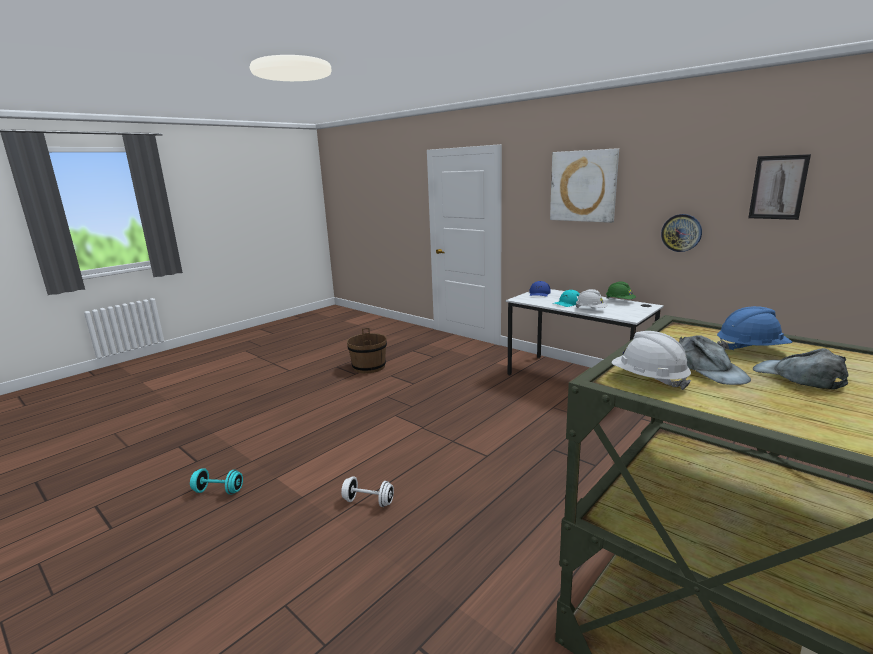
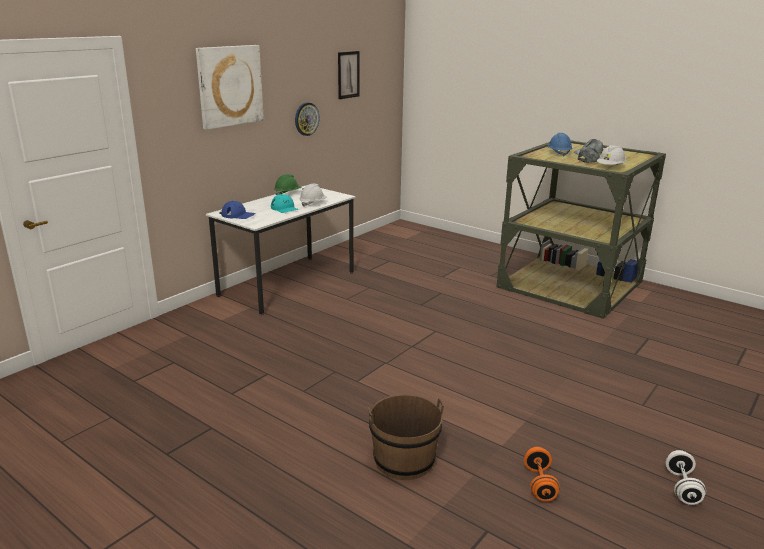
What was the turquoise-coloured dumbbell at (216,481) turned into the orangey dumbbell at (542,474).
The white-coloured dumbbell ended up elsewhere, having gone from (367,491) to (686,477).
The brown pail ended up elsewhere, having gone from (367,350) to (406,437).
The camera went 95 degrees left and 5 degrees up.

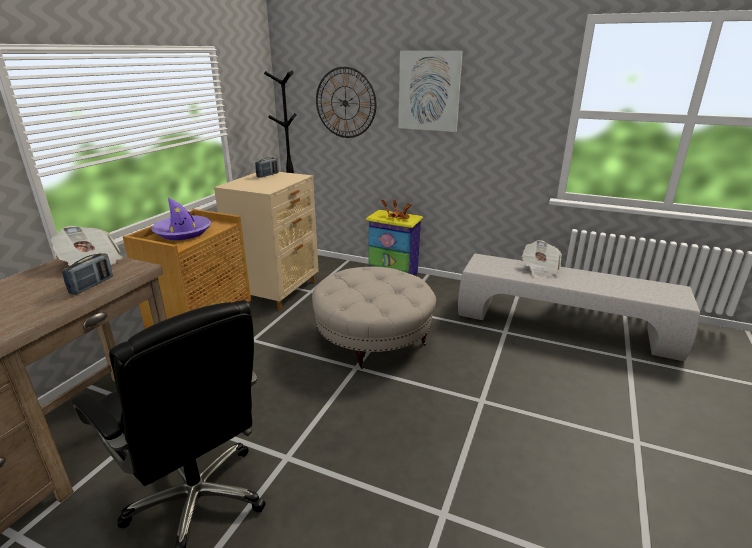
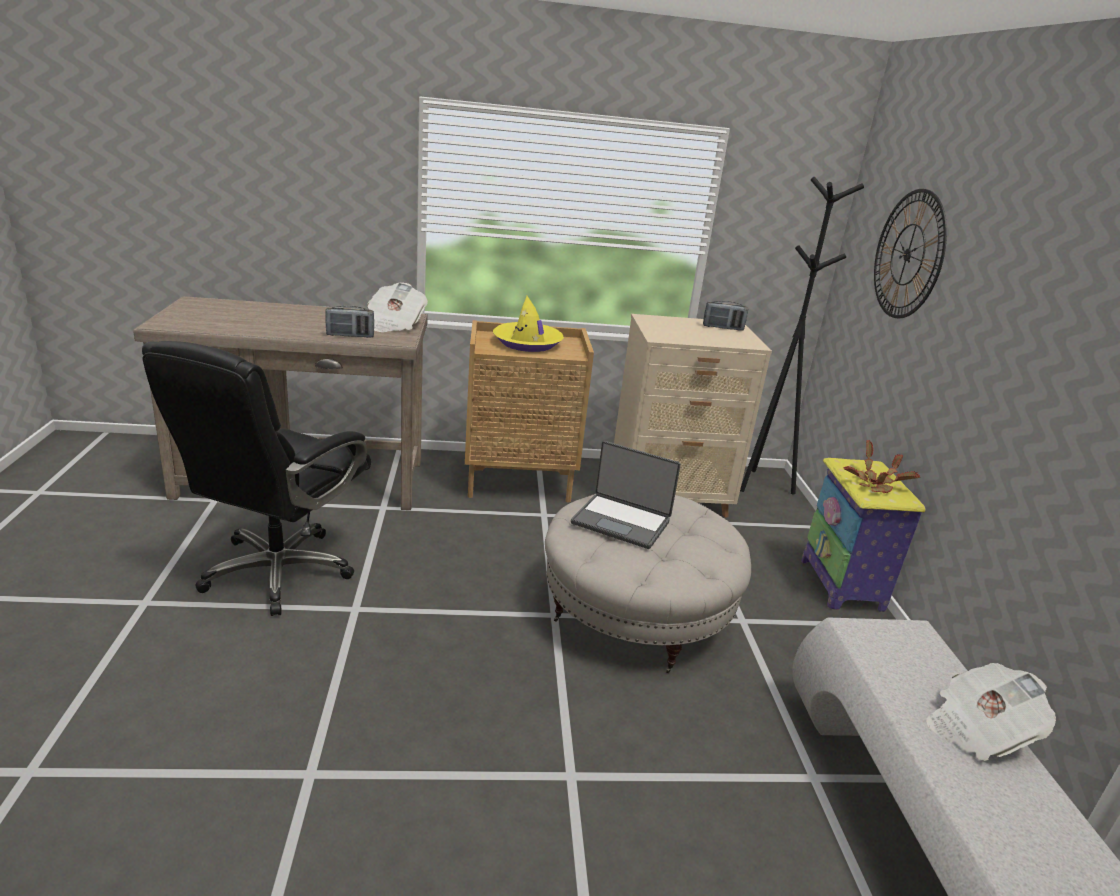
What was the purple hat at (181,218) turned into the yellowish hat at (528,324).
The second view lost the wall picture at (430,91).
The second view gained the notebook computer at (626,495).
The camera went 60 degrees right and 0 degrees up.

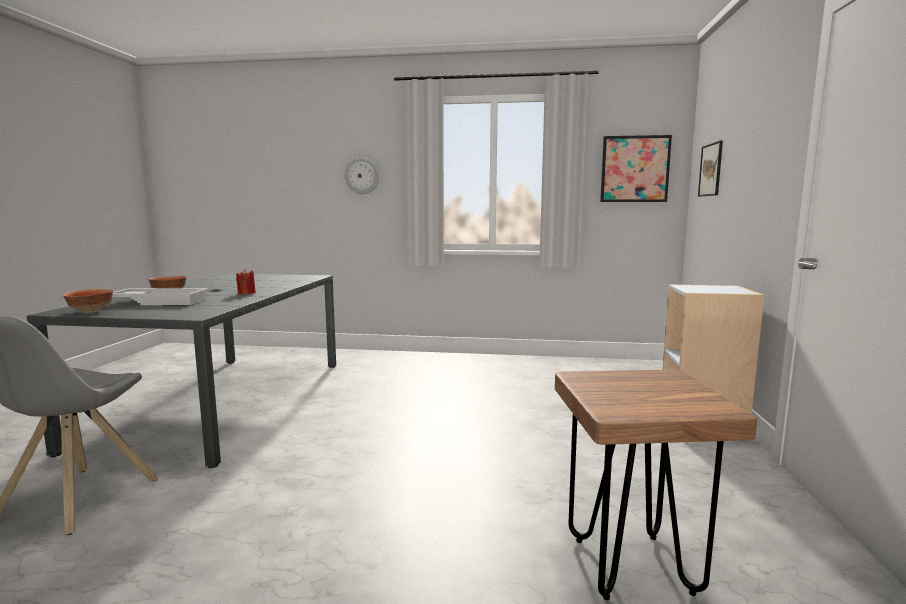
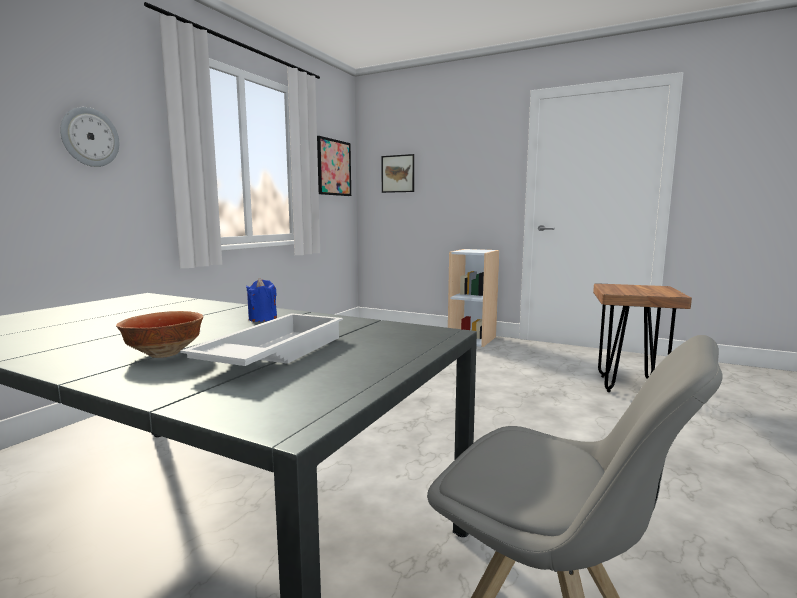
The second view lost the bowl at (87,301).
What was the red-coloured candle at (246,282) turned into the blue-coloured candle at (261,300).
The camera went 70 degrees left and 0 degrees up.

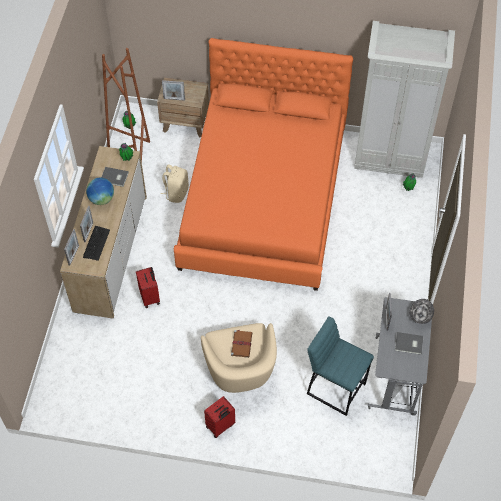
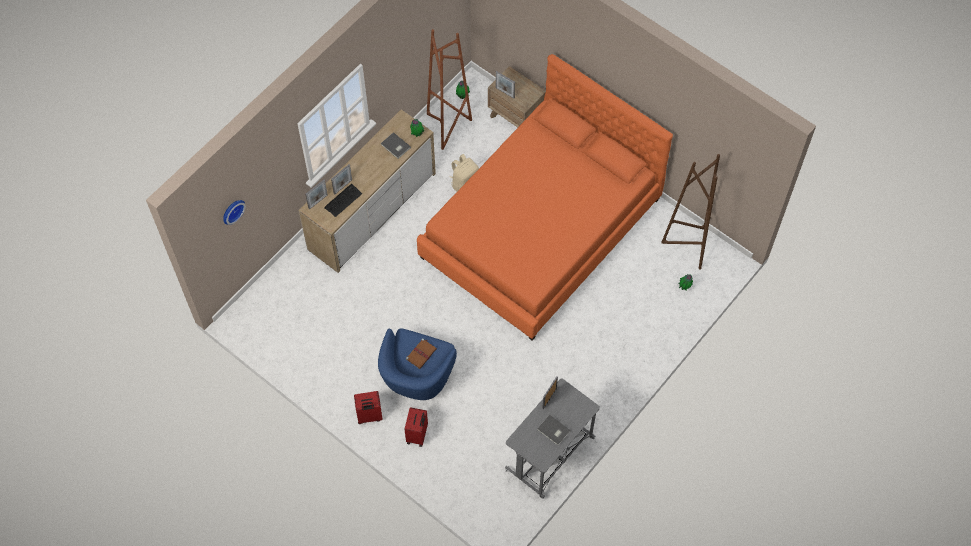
The second view lost the desk globe at (100,191).
The red-coloured piece of luggage ended up elsewhere, having gone from (148,287) to (416,427).
What was the beige armchair at (239,358) turned into the blue-coloured armchair at (417,364).
The second view lost the turquoise-coloured stool at (340,366).
Where the white-coloured clothes cupboard stood at (404,99), the brown garment stand came to stand at (690,212).
The second view lost the bowl at (421,311).
The second view gained the wall clock at (235,212).
The camera went 30 degrees right and 5 degrees up.

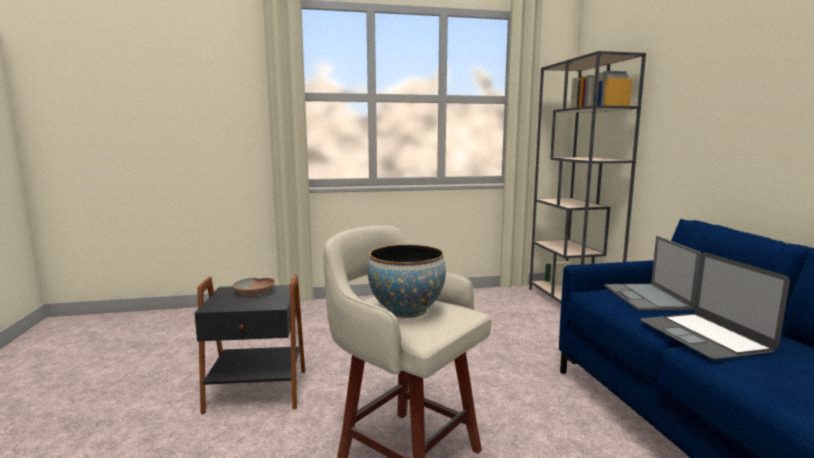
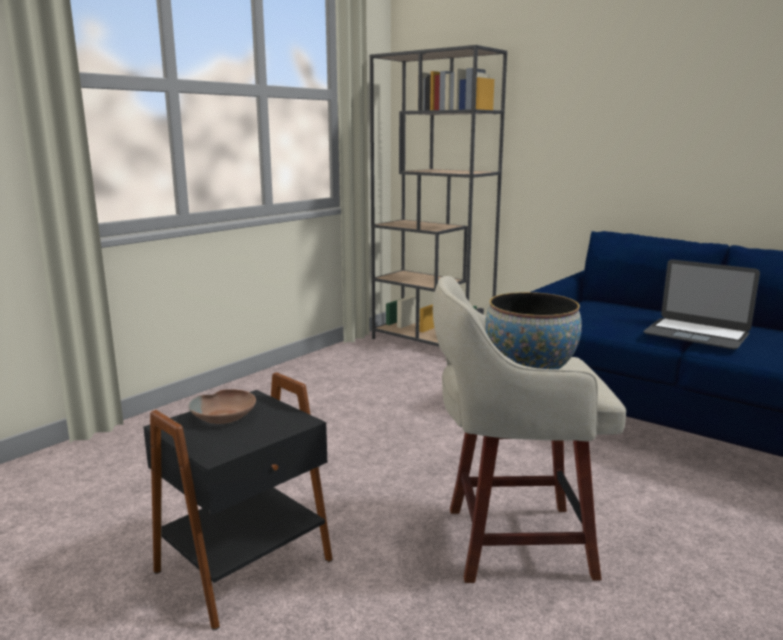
The second view lost the notebook computer at (652,273).
The camera went 40 degrees left and 5 degrees up.

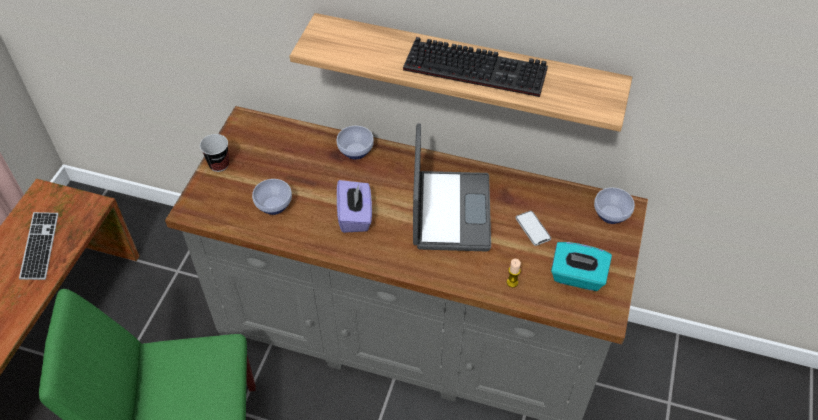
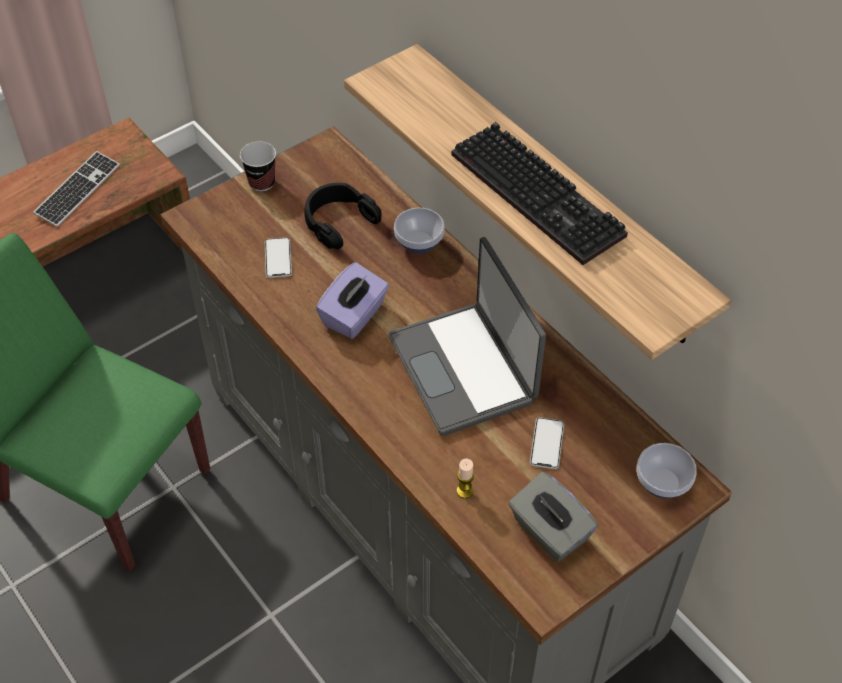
Where the bowl stood at (272,197), the handset came to stand at (278,257).
The notebook computer at (452,187) ended up facing another way, 120 degrees clockwise from before.
What was the turquoise-coloured tissue box at (581,266) turned into the gray tissue box at (553,517).
The second view gained the black-coloured pair of headphones at (343,216).
The camera went 35 degrees right and 0 degrees up.

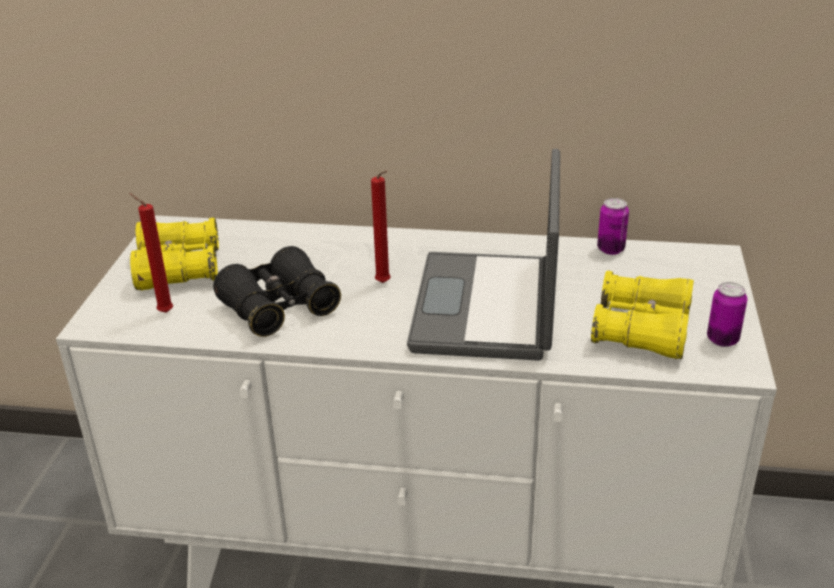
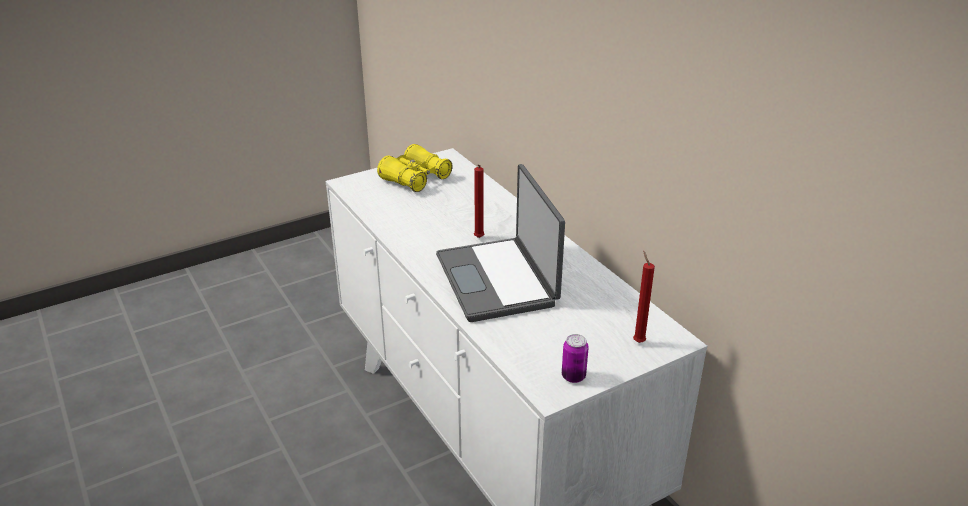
The red-coloured candle ended up elsewhere, having gone from (151,253) to (644,297).
The second view lost the black-coloured binoculars at (277,291).
The notebook computer at (483,254) ended up facing another way, 75 degrees counterclockwise from before.
The second view lost the yellowish binoculars at (642,315).
The second view lost the sealed can at (613,226).
The camera went 50 degrees right and 0 degrees up.

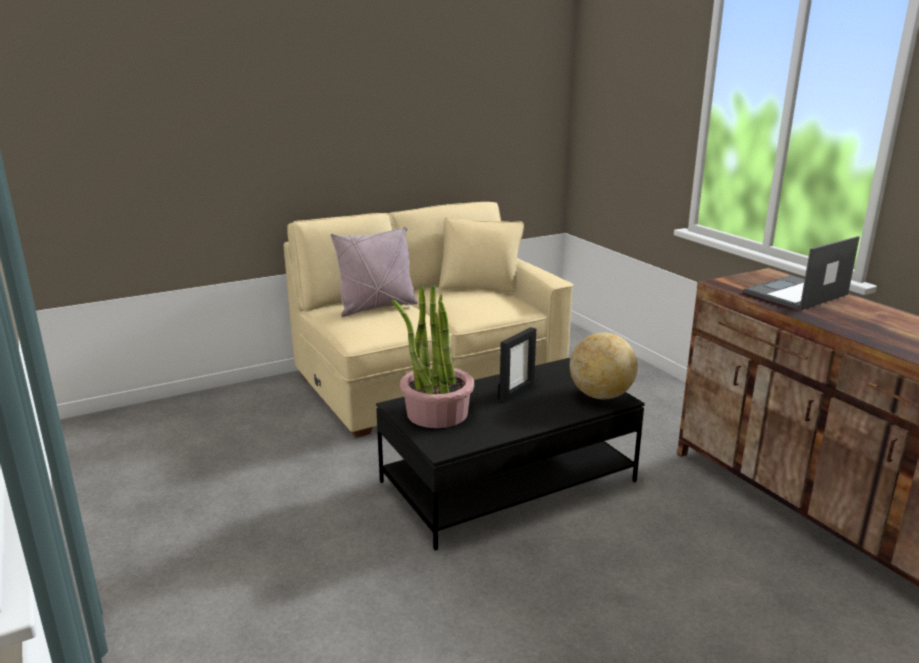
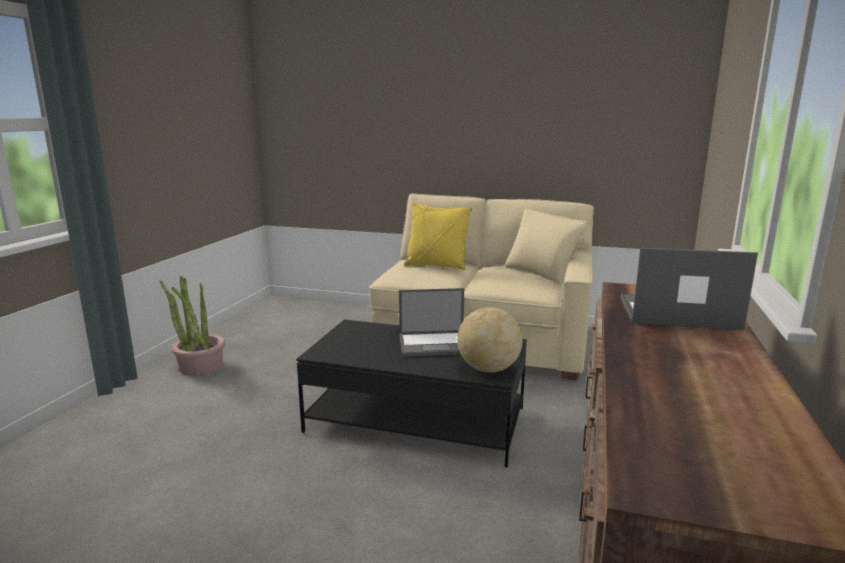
What was the purple cushion at (374,272) turned into the yellowish cushion at (438,236).
The houseplant ended up elsewhere, having gone from (433,356) to (192,325).
Where the picture frame stood at (516,364), the notebook computer came to stand at (431,322).
The camera went 45 degrees right and 5 degrees down.

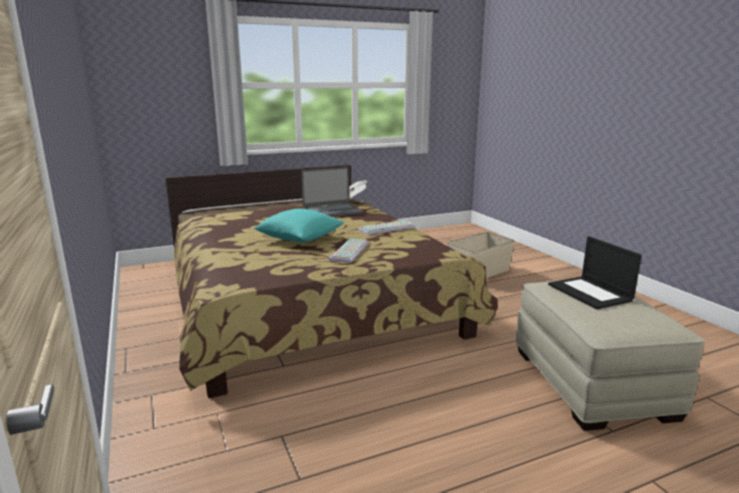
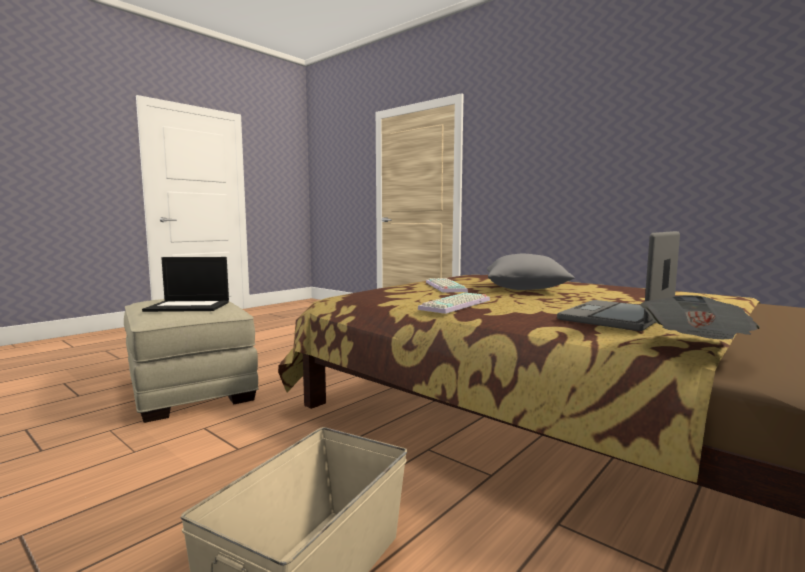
What was the turquoise-coloured cushion at (299,225) turned into the gray cushion at (531,272).
The notebook computer at (595,272) ended up facing another way, 135 degrees clockwise from before.
The camera went 155 degrees right and 10 degrees down.

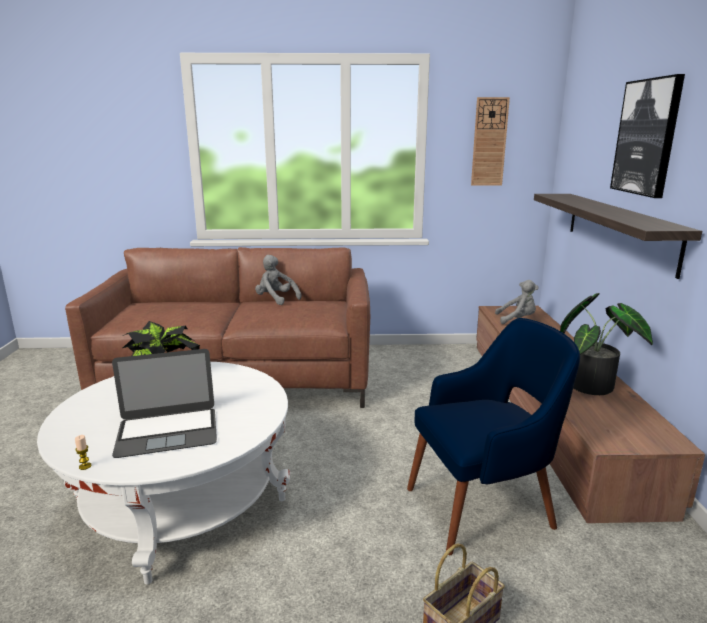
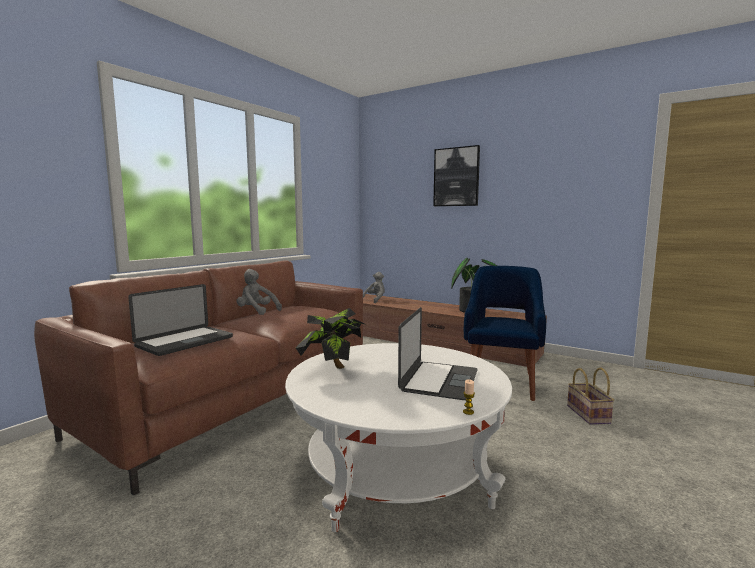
The gray soft toy at (278,280) ended up facing another way, 45 degrees clockwise from before.
The second view lost the wall clock at (490,141).
The second view lost the wall shelf at (618,236).
The second view gained the notebook computer at (180,320).
The camera went 55 degrees left and 10 degrees down.

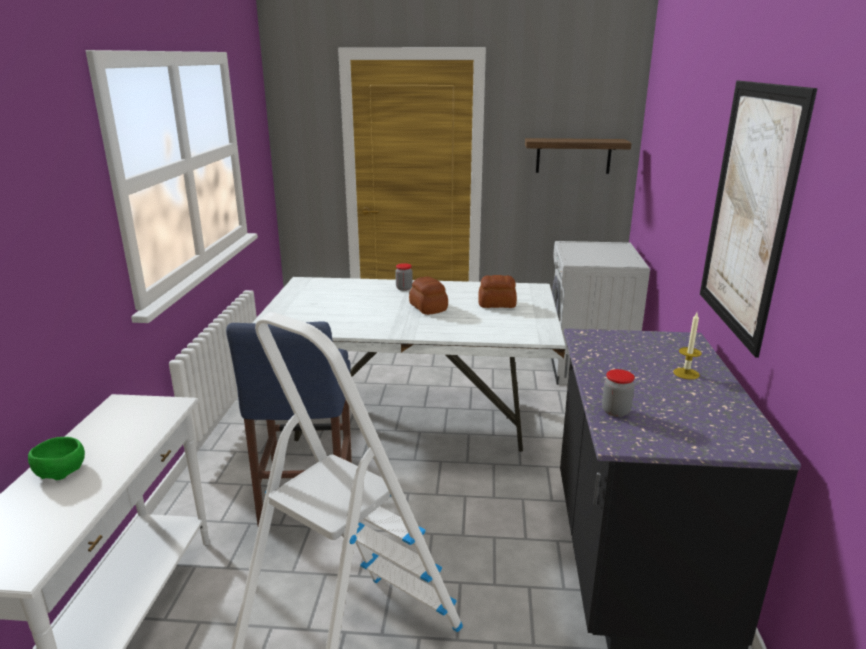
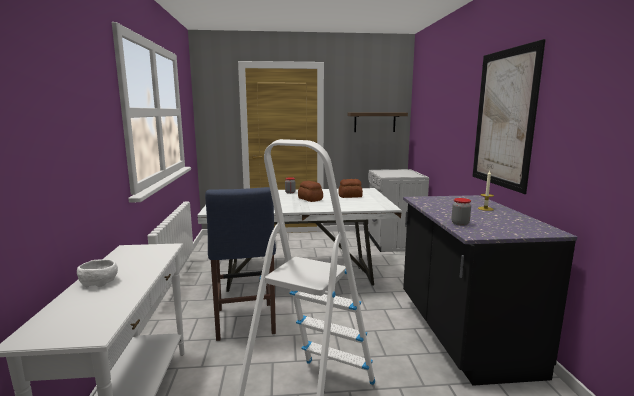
What was the green-coloured bowl at (56,458) turned into the white-coloured bowl at (97,273).
The camera went 10 degrees left and 10 degrees down.

